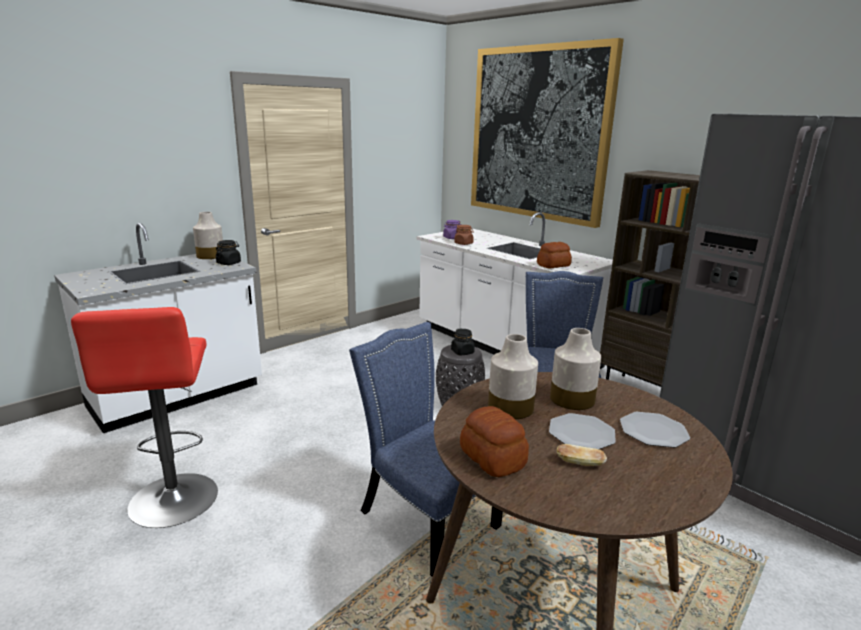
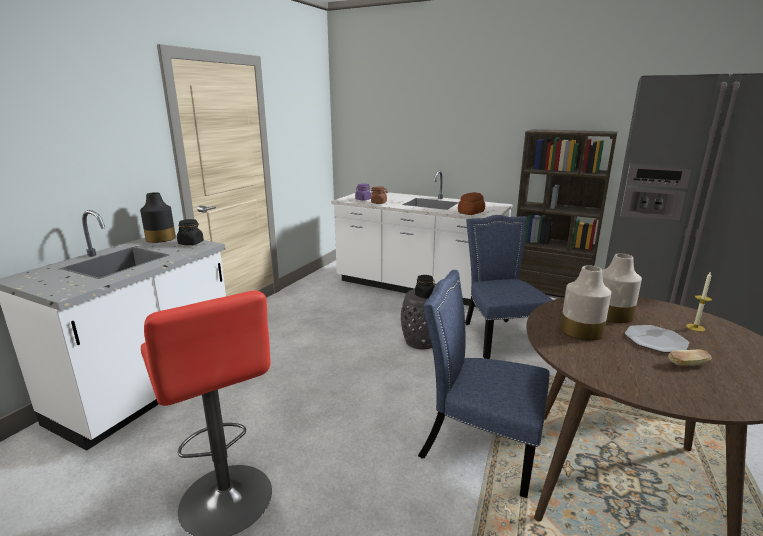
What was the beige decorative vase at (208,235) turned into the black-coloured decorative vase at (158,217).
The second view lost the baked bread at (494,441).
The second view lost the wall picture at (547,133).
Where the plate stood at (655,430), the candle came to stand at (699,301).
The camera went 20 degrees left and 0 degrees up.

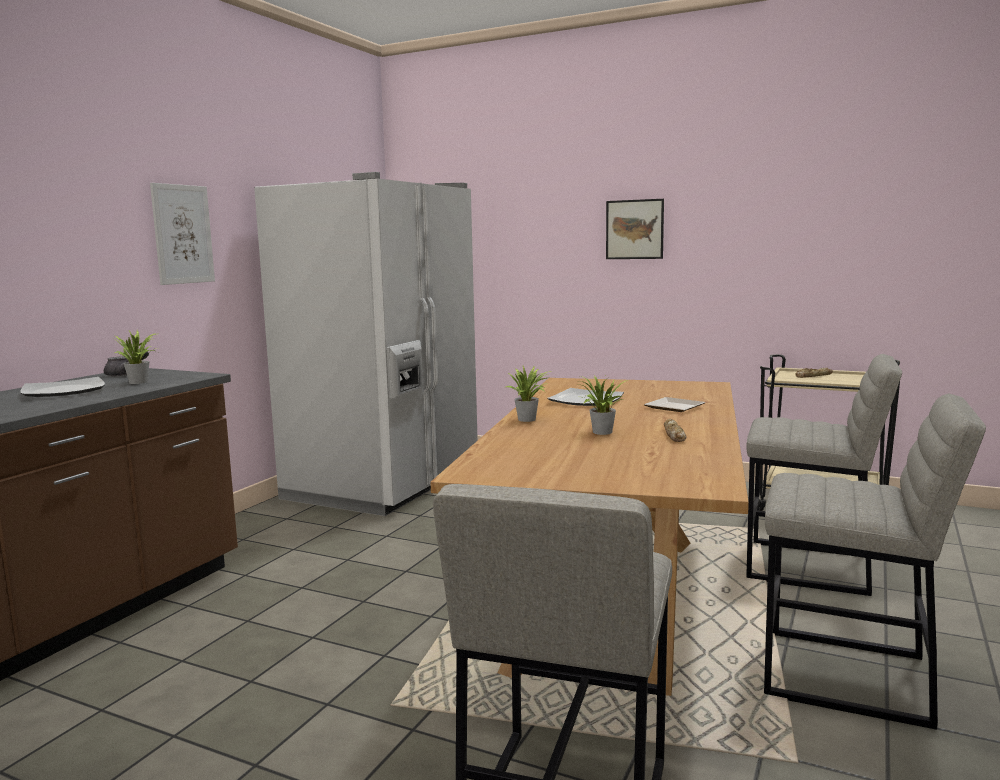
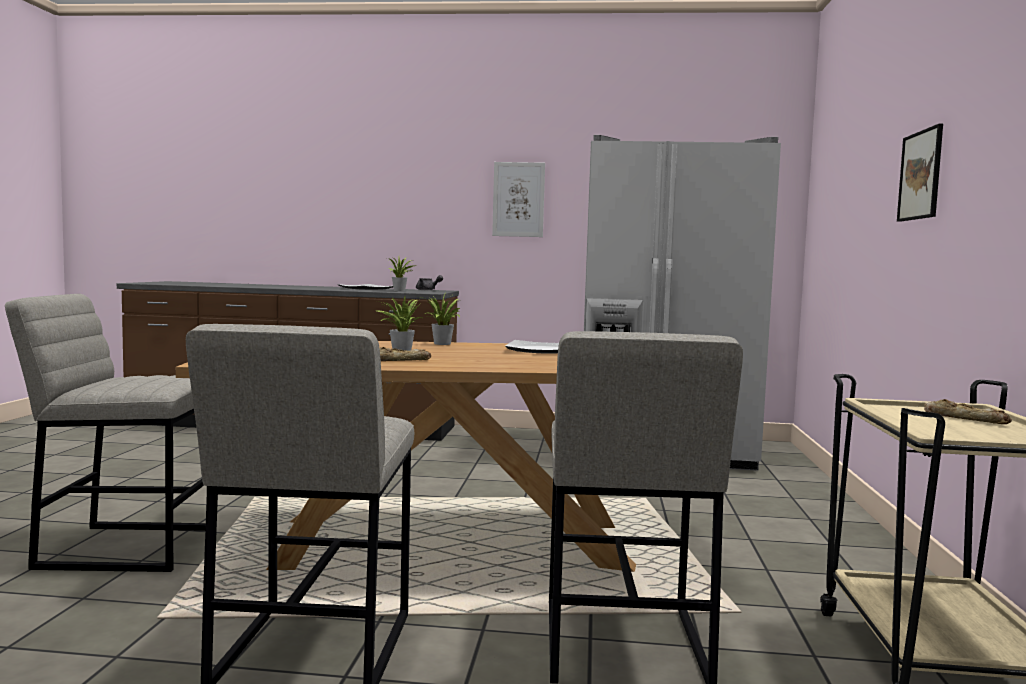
The second view lost the plate at (674,404).
The camera went 70 degrees right and 5 degrees down.

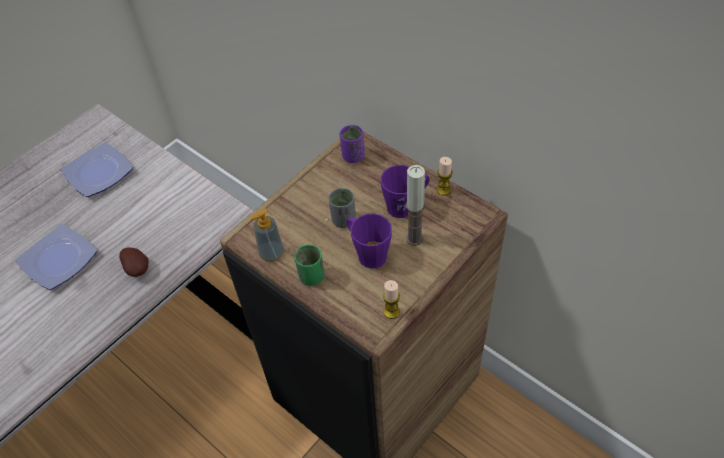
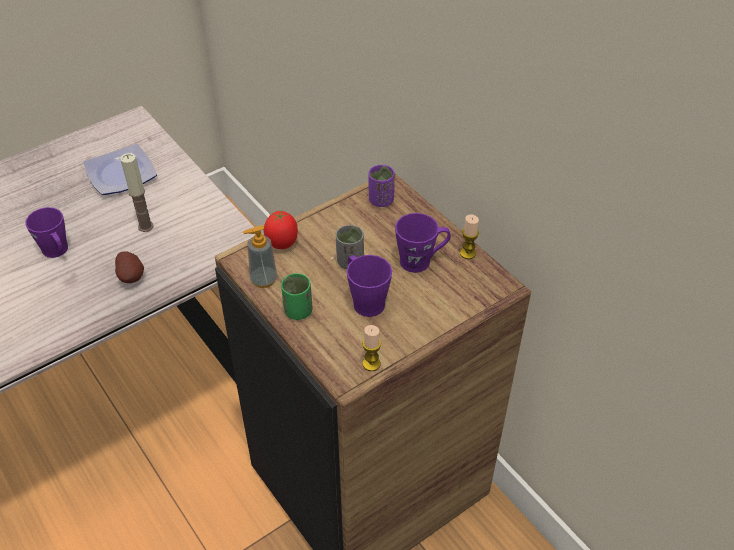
Where the plate stood at (56,257), the purple mug came to stand at (47,232).
The candle ended up elsewhere, having gone from (415,205) to (137,192).
The second view gained the whole tomato at (281,230).
The camera went 10 degrees right and 5 degrees down.

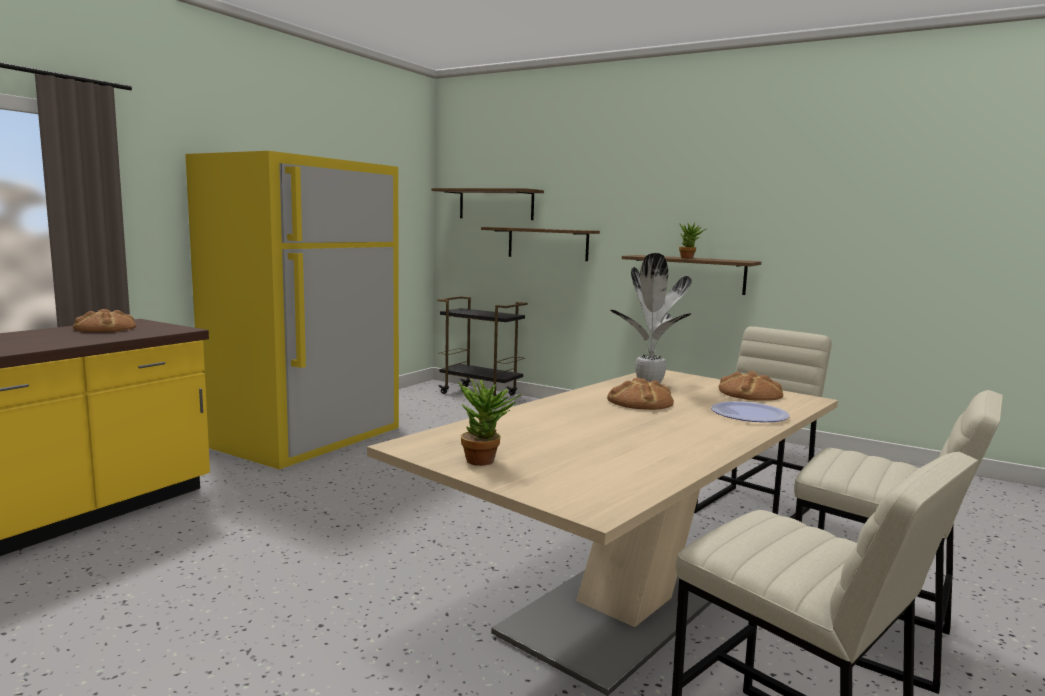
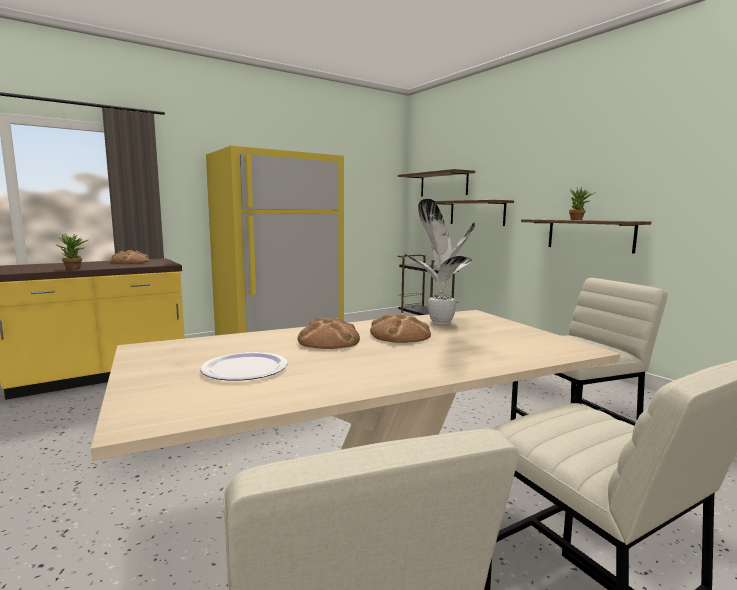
The houseplant ended up elsewhere, having gone from (490,422) to (72,252).
The plate ended up elsewhere, having gone from (750,411) to (244,366).
The baked bread ended up elsewhere, having gone from (751,386) to (329,333).
The camera went 25 degrees right and 0 degrees up.

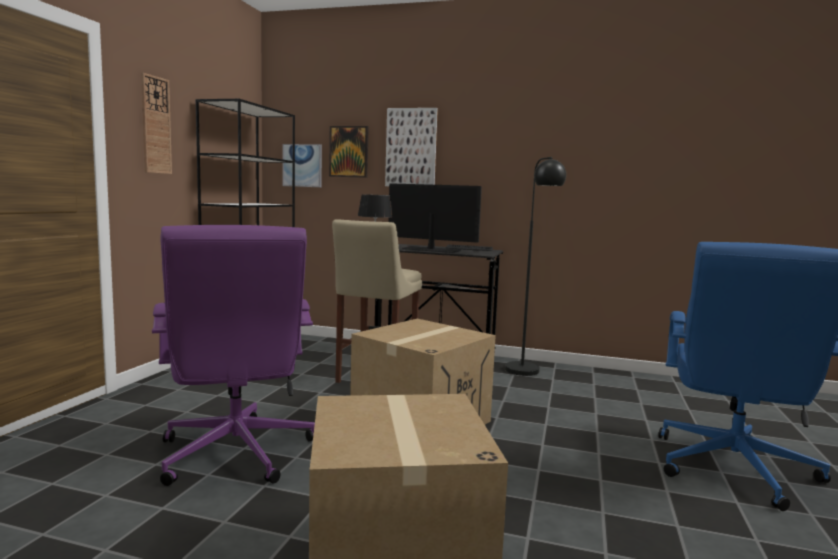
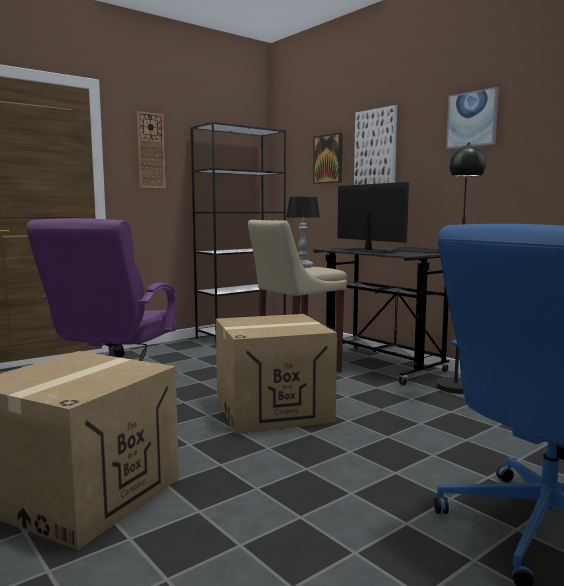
The wall picture ended up elsewhere, having gone from (302,165) to (472,118).
The camera went 35 degrees right and 0 degrees up.

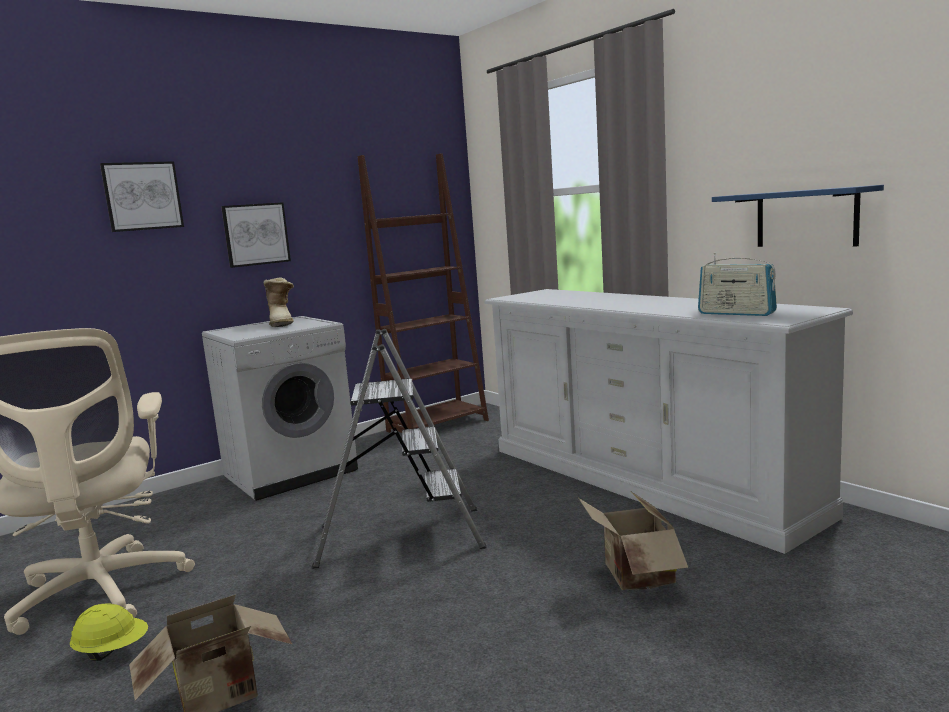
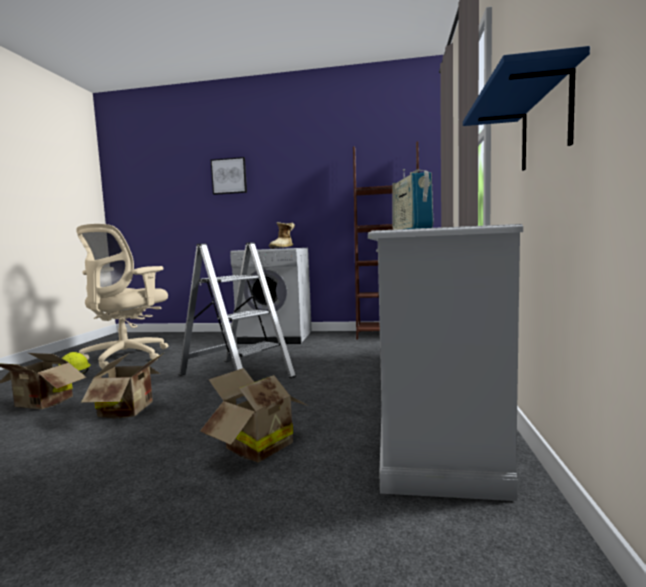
The second view lost the wall picture at (256,235).
The second view gained the carton at (122,386).
The camera went 45 degrees right and 5 degrees down.

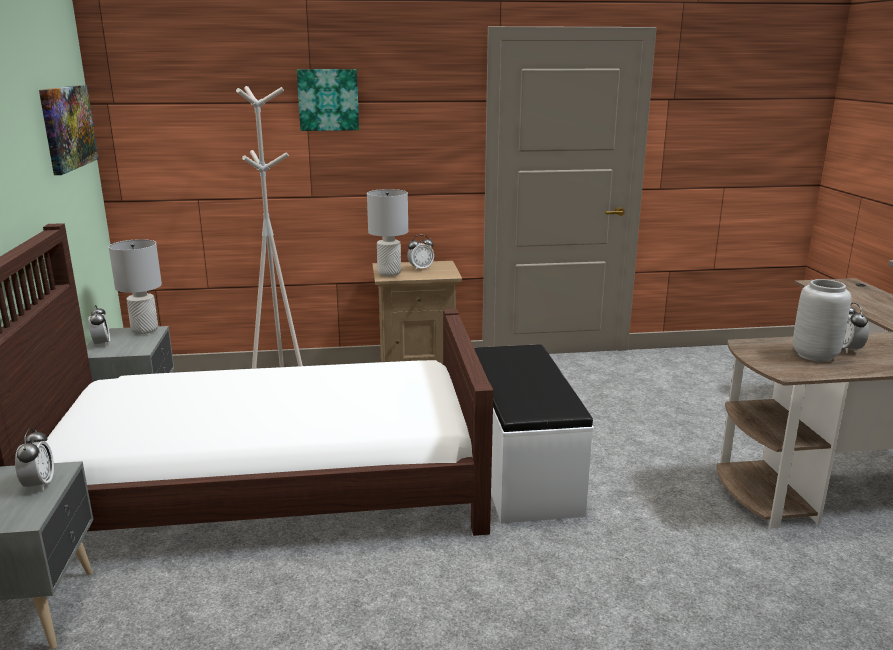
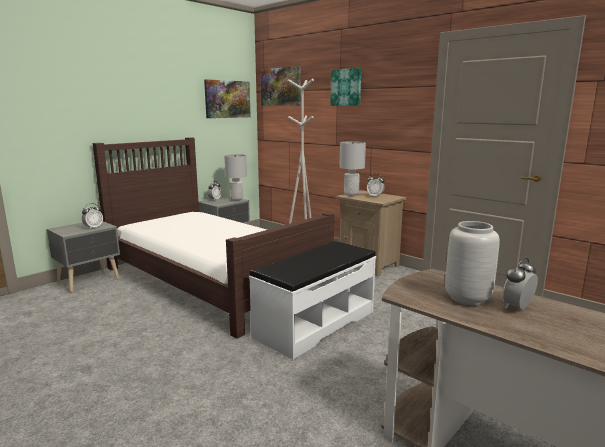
The second view gained the wall picture at (280,86).
The camera went 50 degrees right and 5 degrees down.

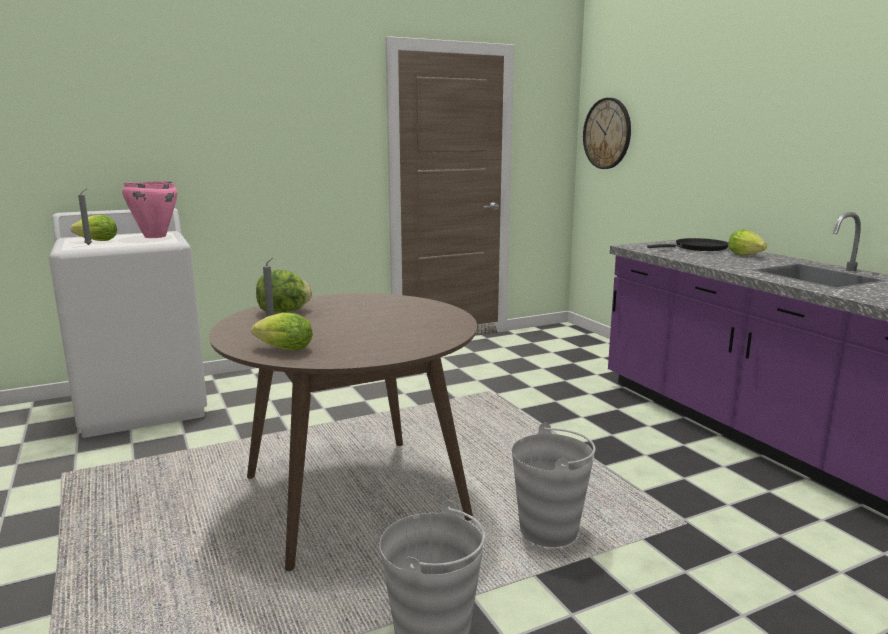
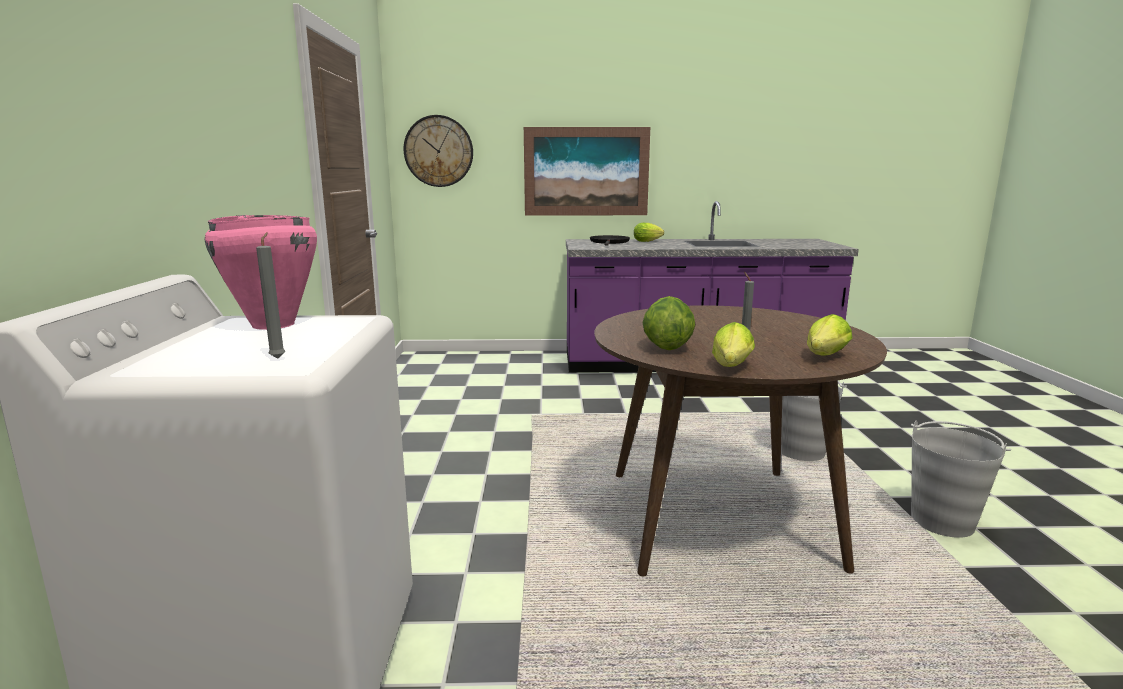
The lettuce ended up elsewhere, having gone from (94,228) to (733,344).
The second view gained the wall picture at (587,171).
The camera went 65 degrees left and 0 degrees up.

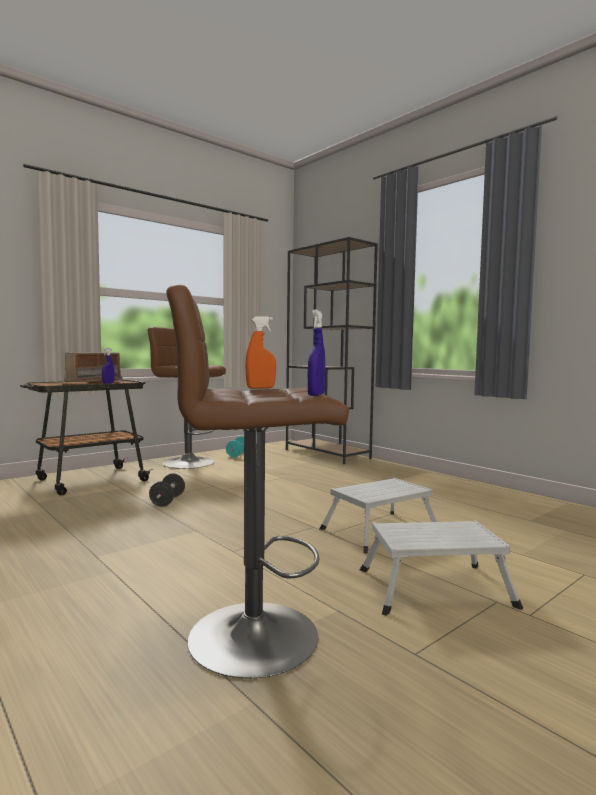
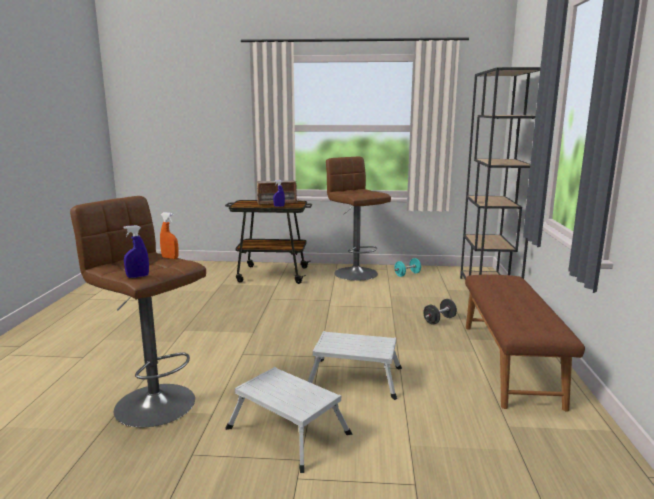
The black-coloured dumbbell ended up elsewhere, having gone from (167,490) to (440,312).
The second view gained the brown indoor bench at (525,343).
The camera went 45 degrees right and 10 degrees up.

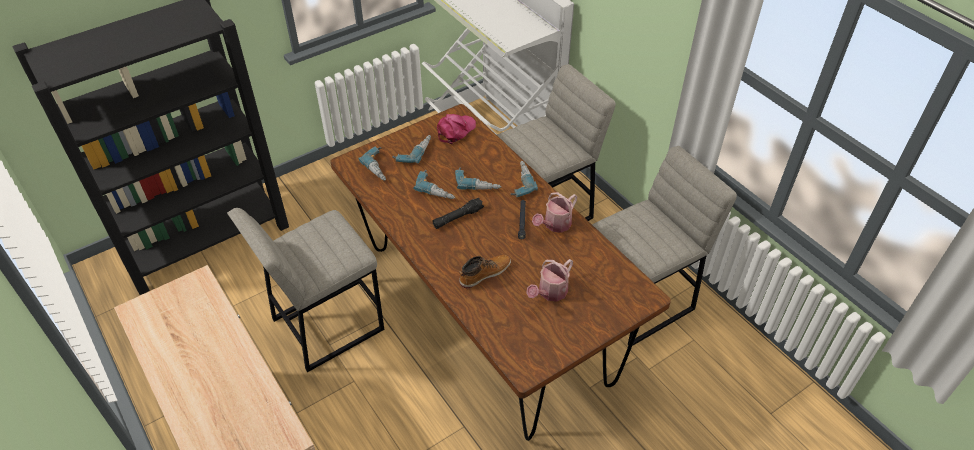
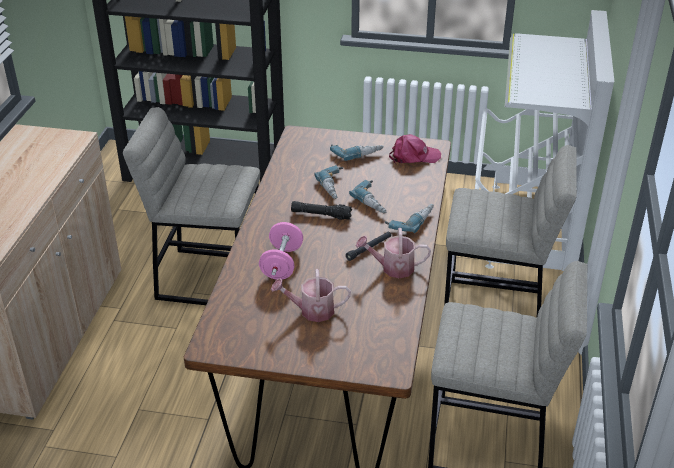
The second view lost the electric drill at (372,164).
Where the tall boot stood at (485,271), the pink-coloured dumbbell came to stand at (281,251).
The camera went 45 degrees right and 10 degrees down.

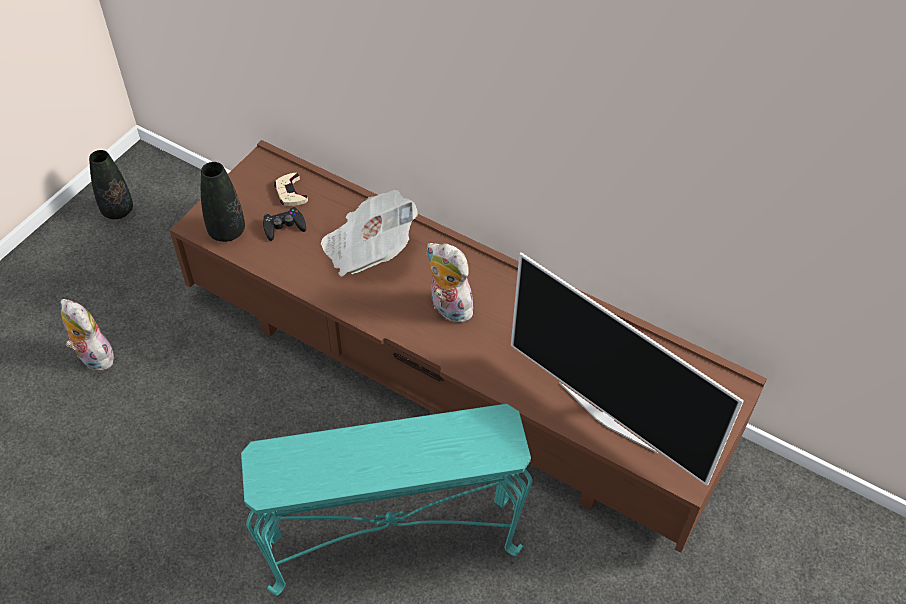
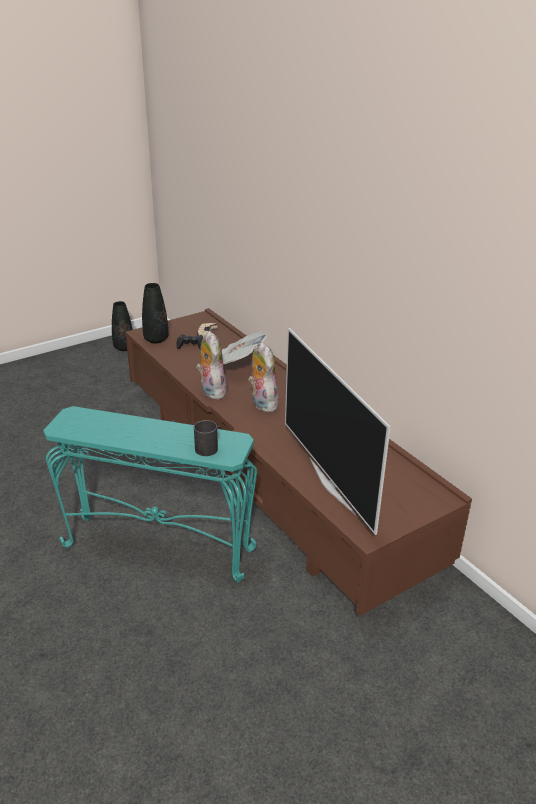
The soft toy ended up elsewhere, having gone from (87,335) to (211,365).
The second view gained the black-coloured mug at (206,438).
The camera went 25 degrees right and 20 degrees down.

